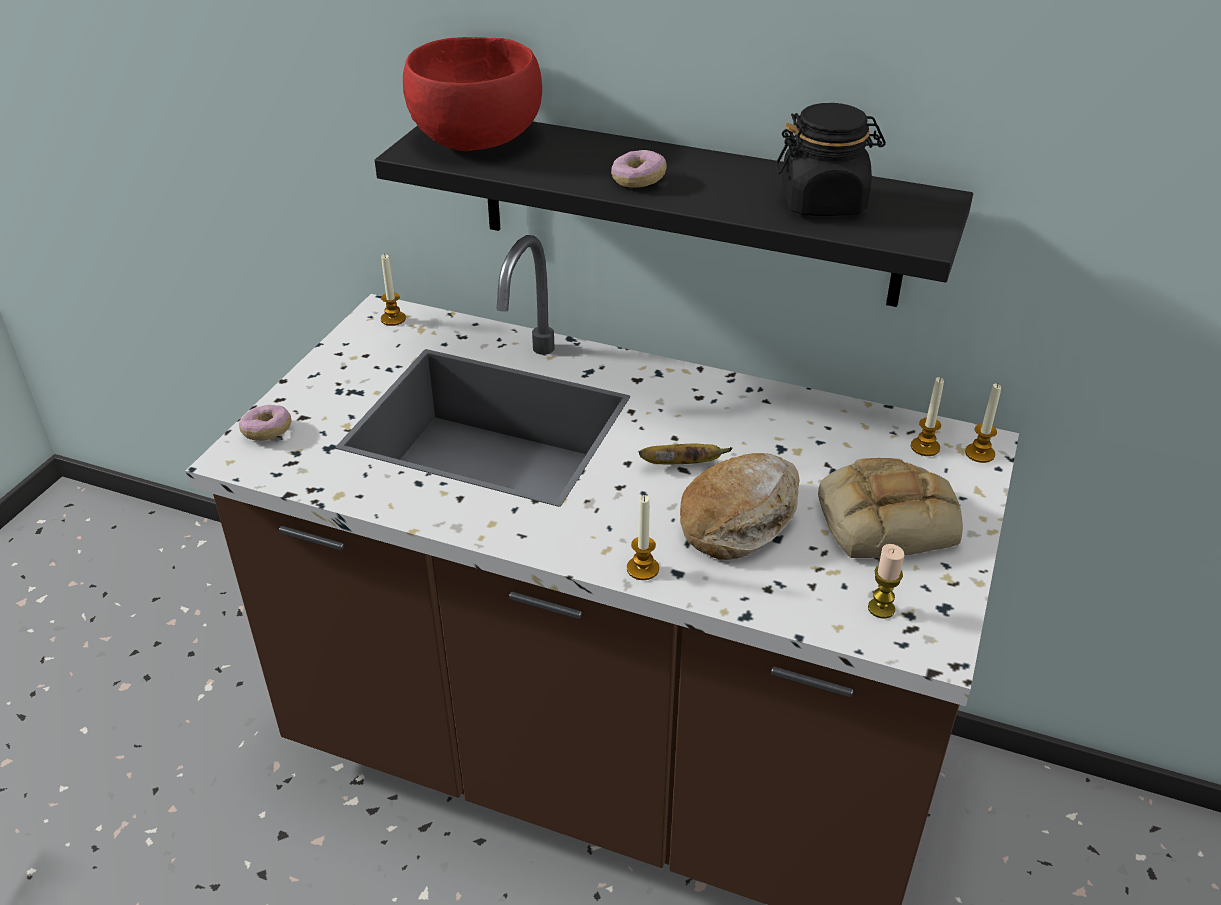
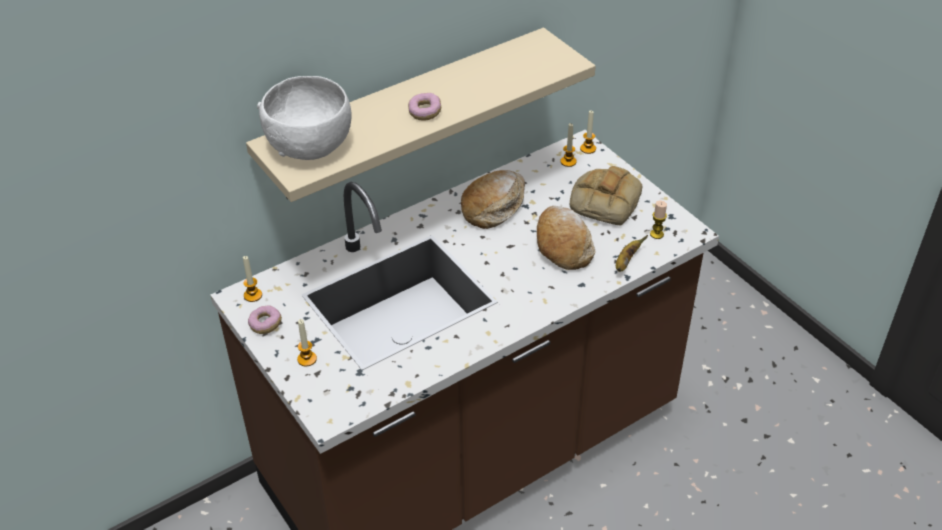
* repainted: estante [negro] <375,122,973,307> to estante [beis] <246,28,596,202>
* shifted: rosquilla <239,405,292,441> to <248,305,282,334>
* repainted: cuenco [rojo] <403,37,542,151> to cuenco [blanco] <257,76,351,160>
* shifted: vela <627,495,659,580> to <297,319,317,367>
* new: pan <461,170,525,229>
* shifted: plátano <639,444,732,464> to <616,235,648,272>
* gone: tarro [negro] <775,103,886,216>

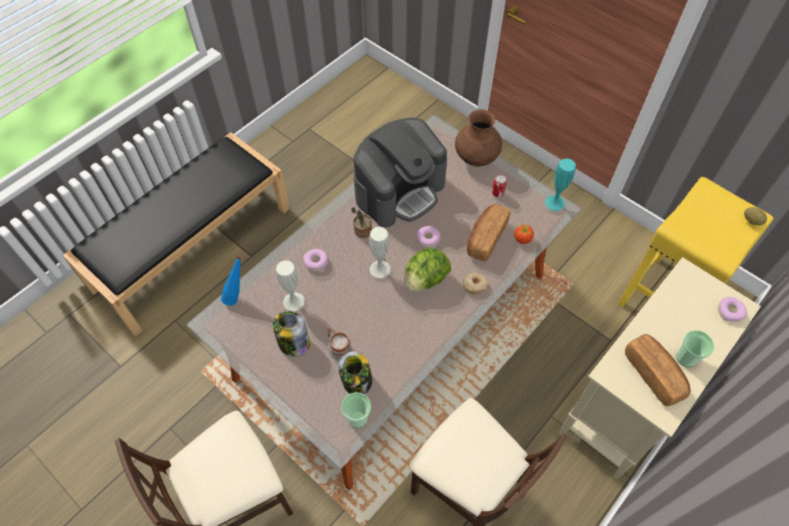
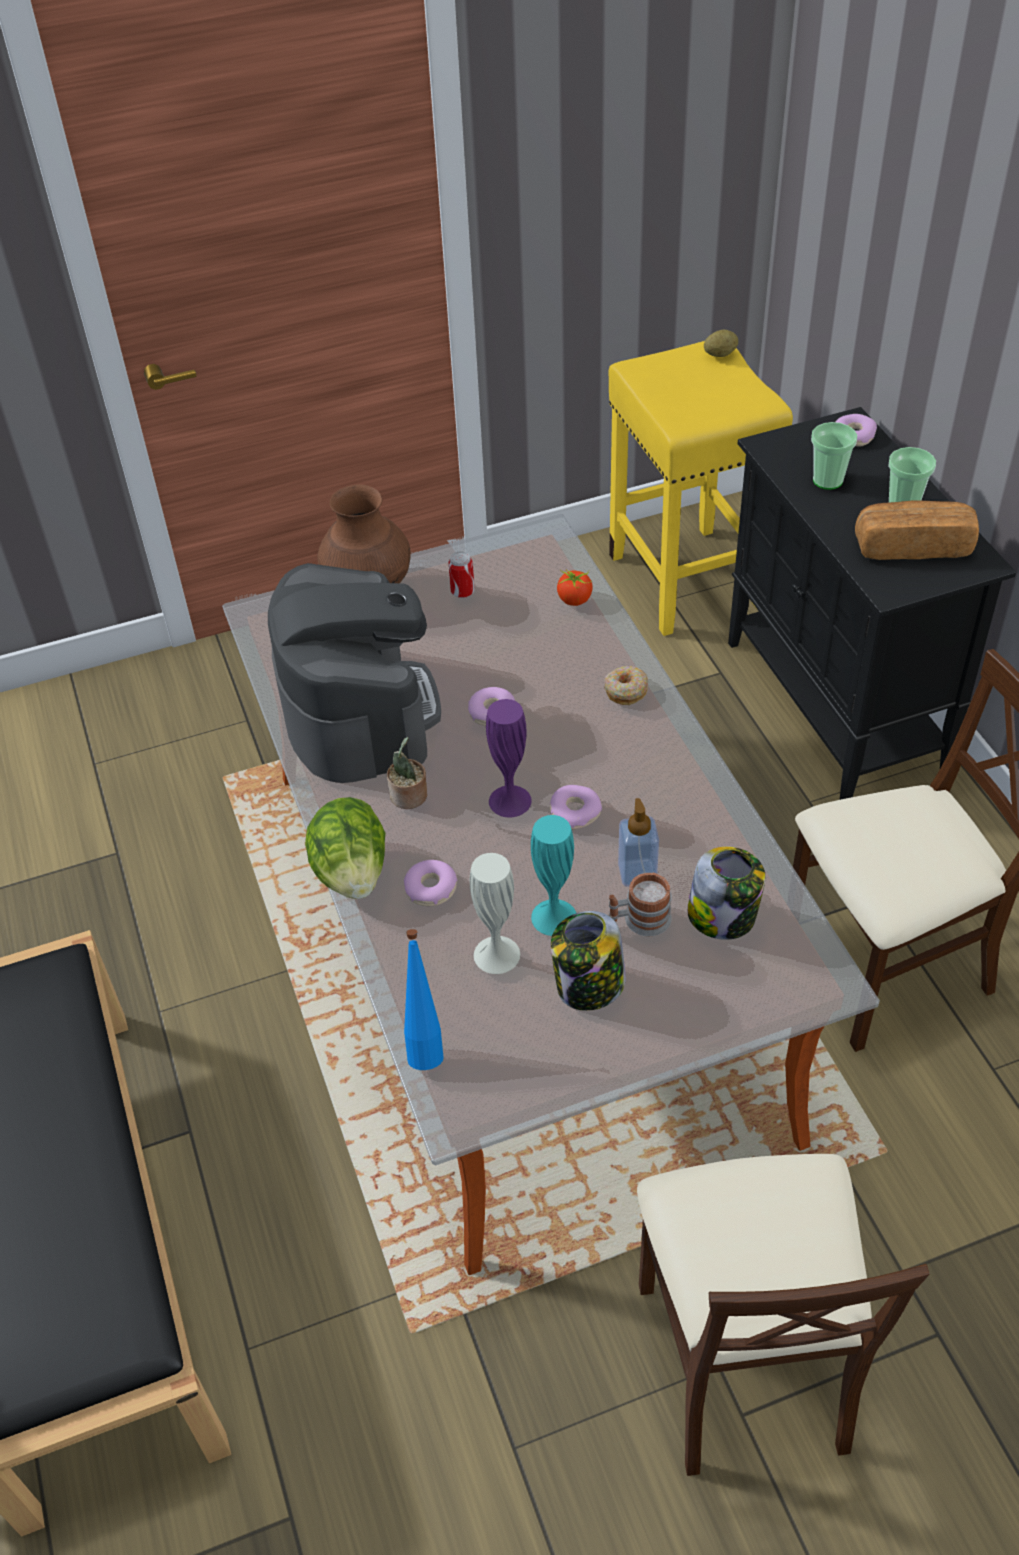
* shifted: lechuga <405,248,451,292> to <305,797,385,899>
* repainted: florero [blanco] <369,227,391,278> to florero [morado] <486,699,532,818>
* shifted: florero [turquesa] <545,159,576,211> to <531,815,576,936>
* new: rosquilla <550,785,602,830>
* new: dispensador de jabón <618,798,659,887>
* repainted: armario [beis] <558,257,761,479> to armario [negro] <728,407,1016,800>
* shifted: taza <341,392,371,428> to <811,422,857,490>
* gone: pan <467,204,510,262>

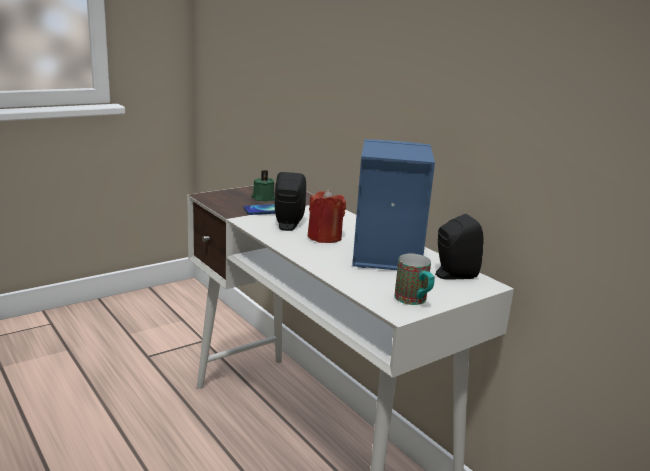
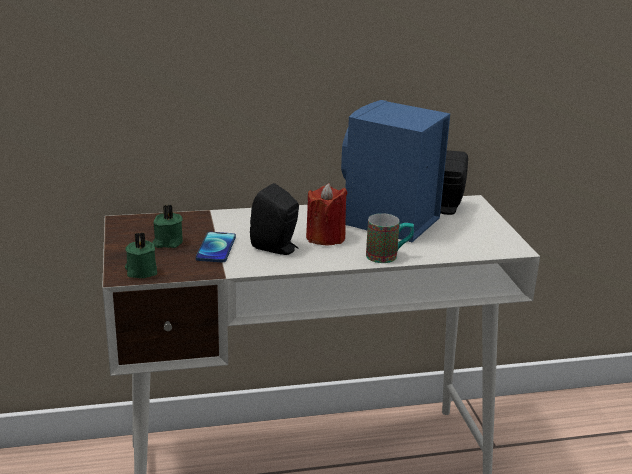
* new: vela [verde] <125,232,157,278>
* shifted: taza grande <394,254,435,305> to <366,213,414,263>

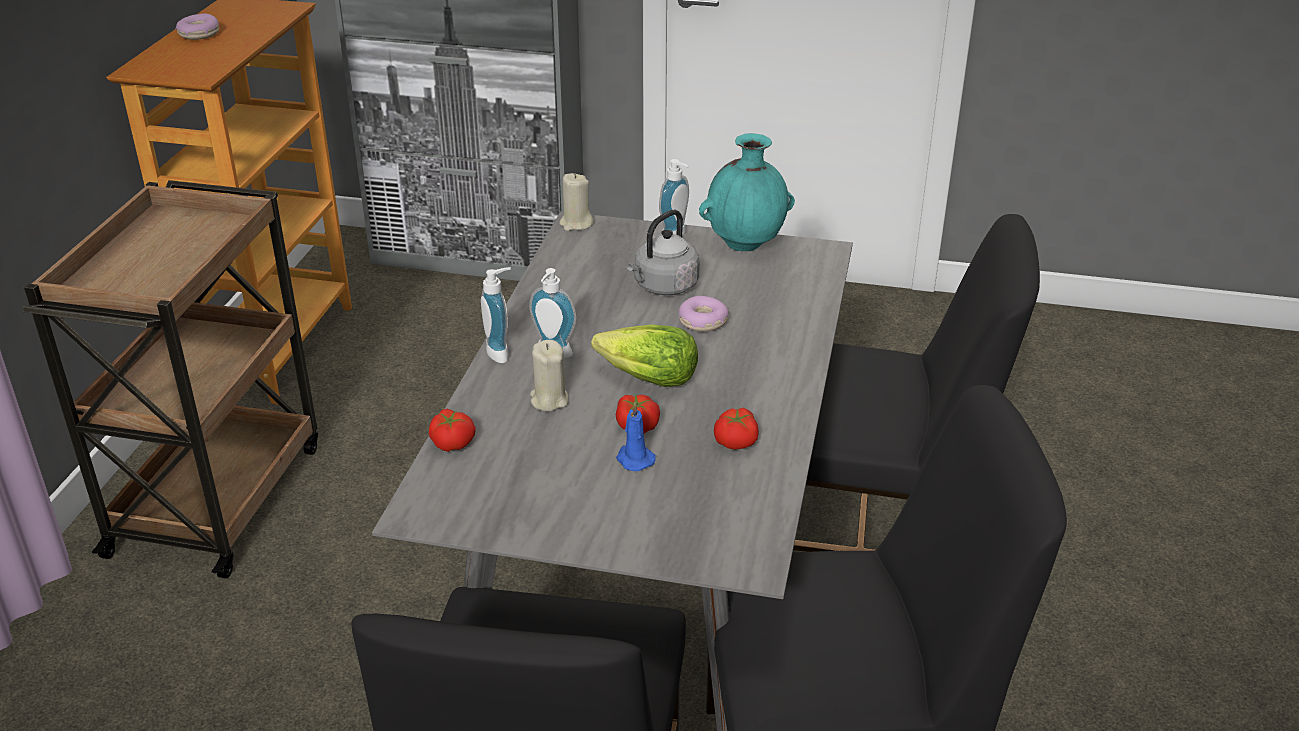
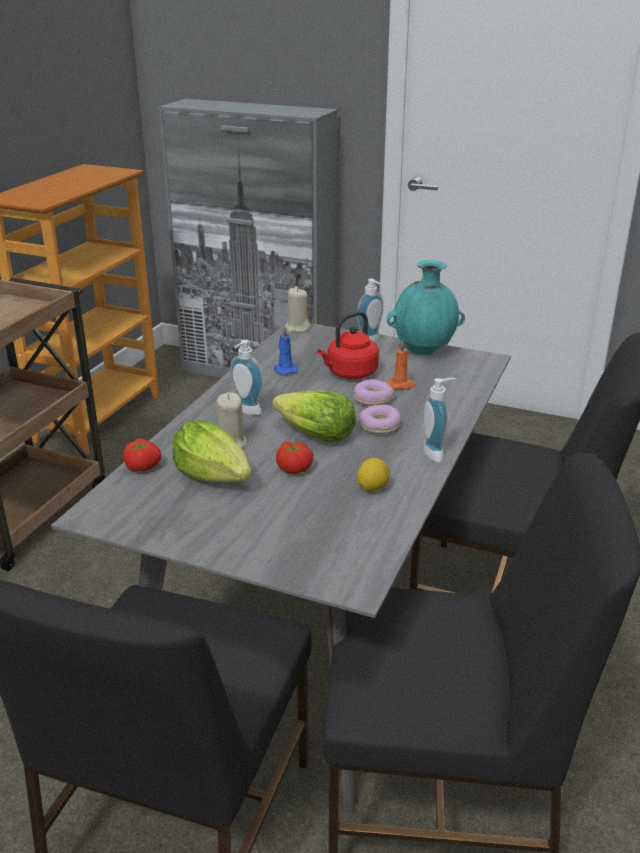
* new: lechuga <172,420,251,482>
* shifted: vela [azul] <616,402,656,471> to <274,327,299,375>
* repainted: hervidor [gris] <626,210,700,295> to hervidor [rojo] <317,311,379,379>
* swapped: tomate <714,408,759,450> to limón <357,458,390,491>
* shifted: rosquilla <176,14,219,40> to <358,405,401,434>
* new: vela [naranja] <387,341,417,389>
* shifted: dispensador de jabón <481,267,511,363> to <423,378,456,462>

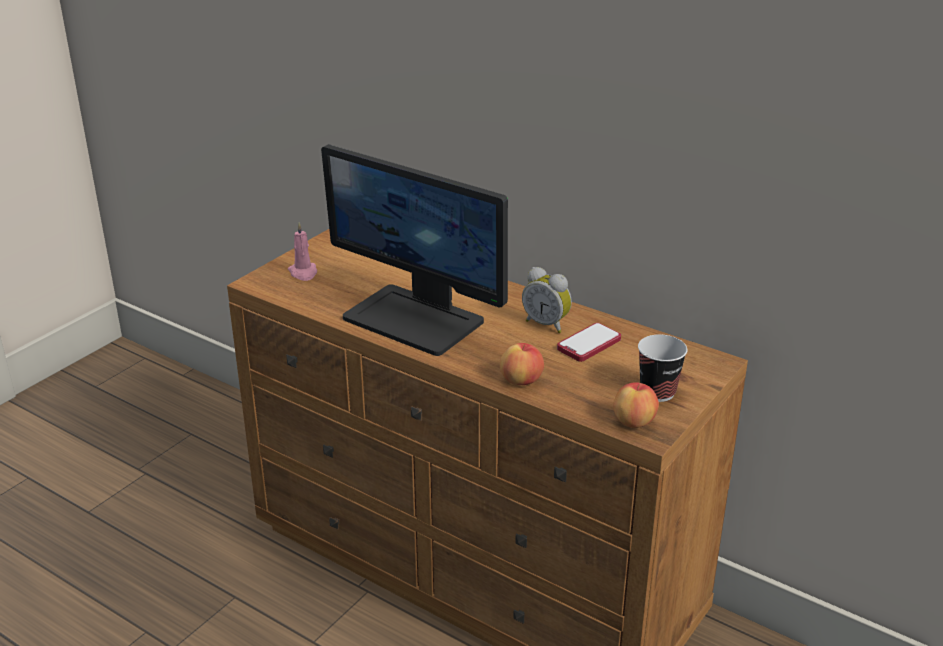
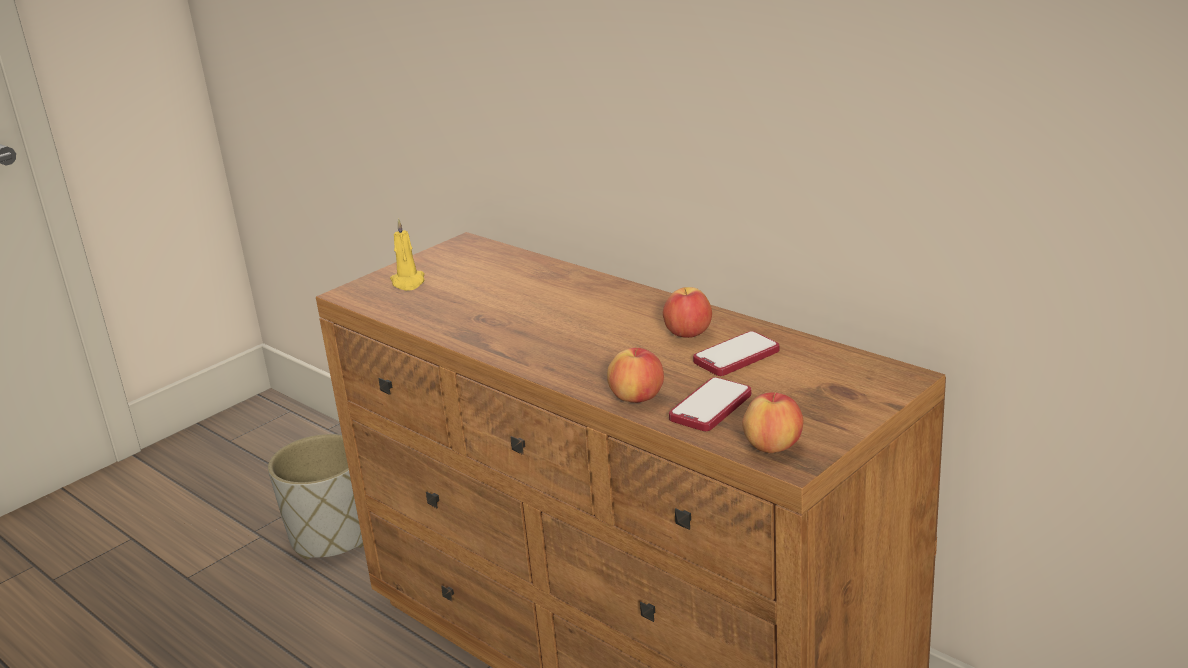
* new: maceta [gris] <268,434,363,560>
* repainted: vela [rosa] <288,223,317,281> to vela [amarillo] <390,218,425,291>
* swapped: despertador <522,267,572,333> to manzana <663,287,712,338>
* new: móvil <669,377,751,431>
* gone: monitor <321,144,508,356>
* gone: taza <638,335,687,402>

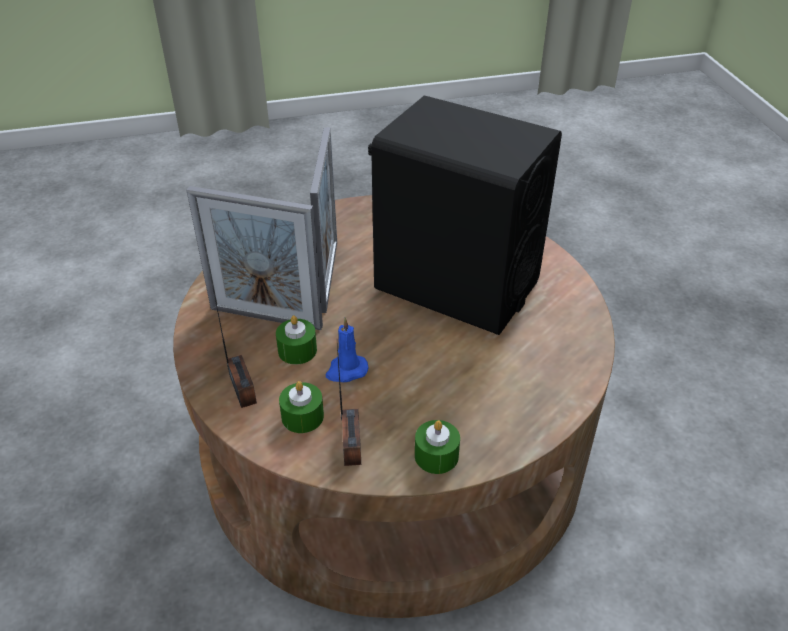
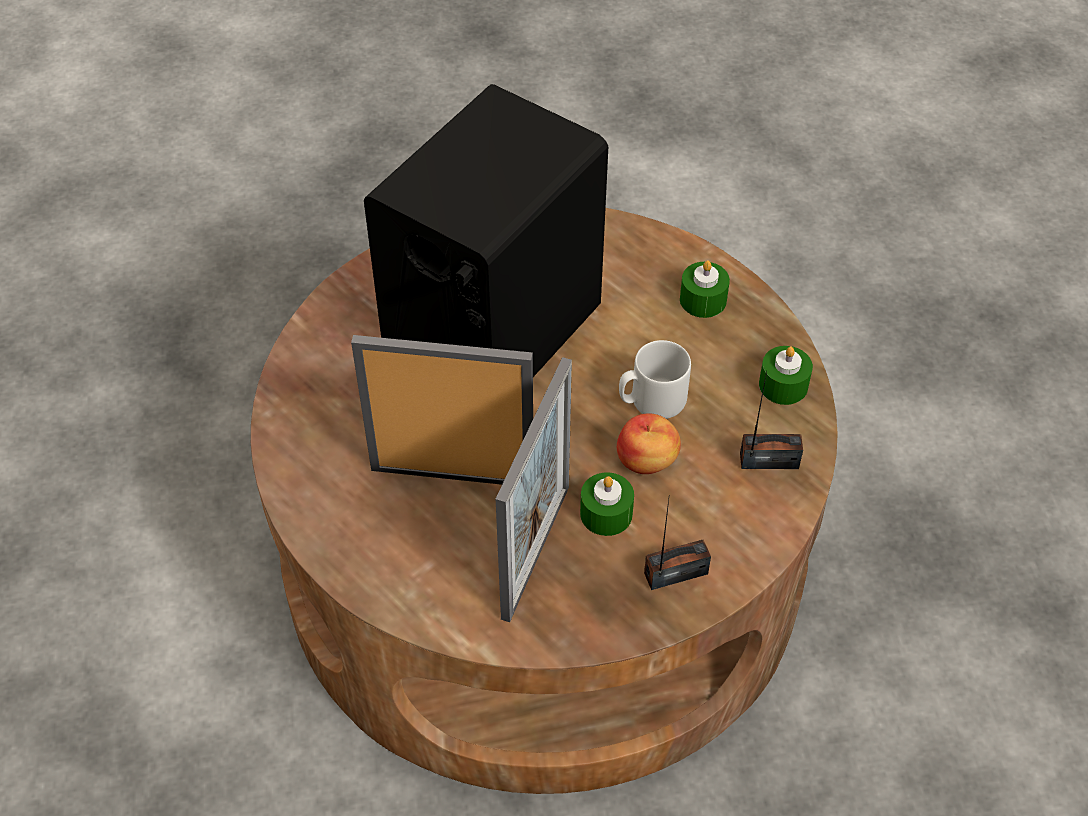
* swapped: vela [azul] <325,317,369,382> to manzana <617,414,681,474>
* new: taza grande [gris] <619,340,691,419>
* shifted: vela [verde] <279,381,324,433> to <680,260,730,318>

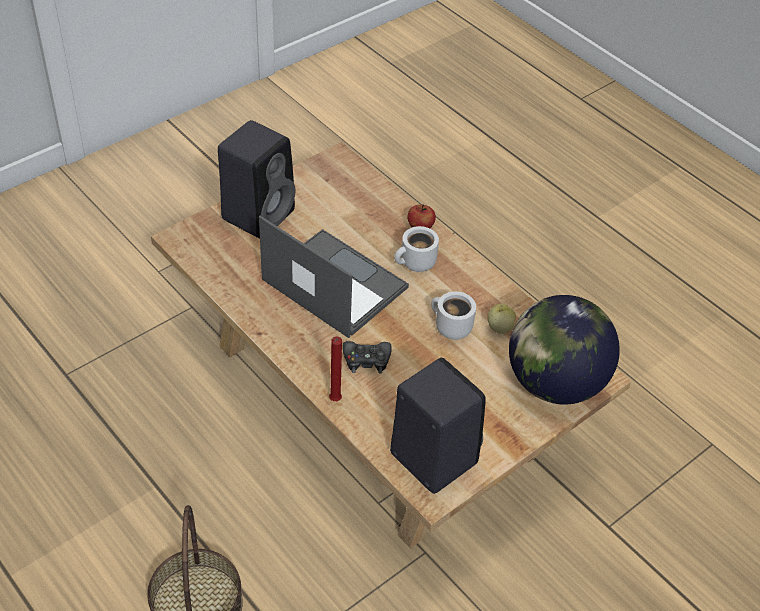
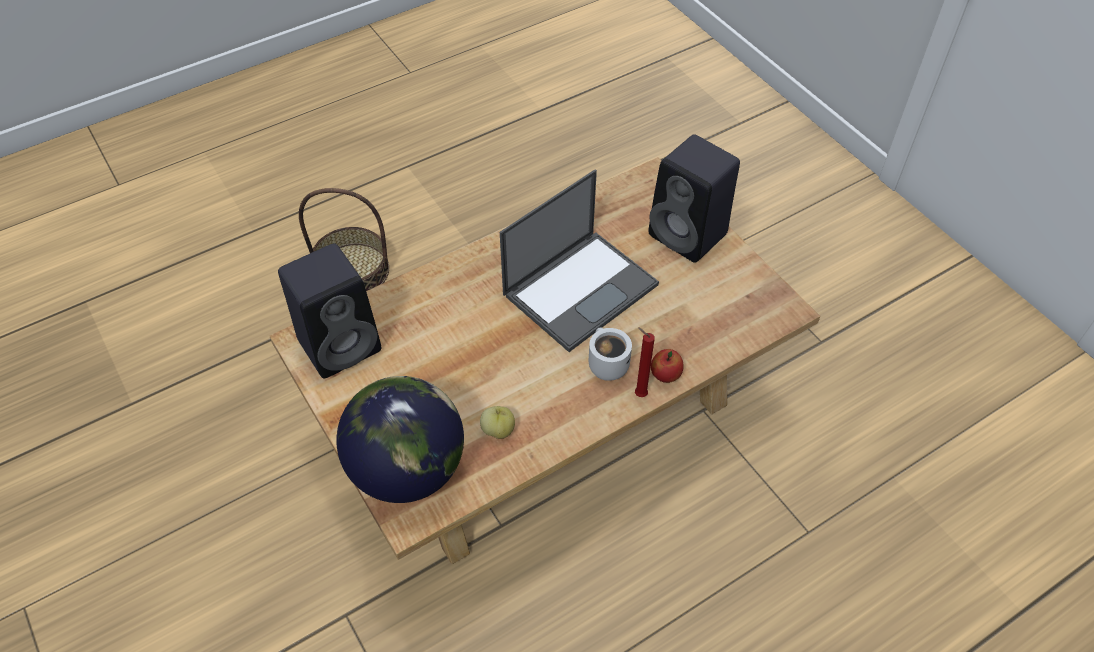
* shifted: vela [rojo] <329,337,342,401> to <635,327,655,397>
* gone: mando de consola [negro] <342,341,392,373>
* gone: taza grande [blanco] <431,291,476,340>

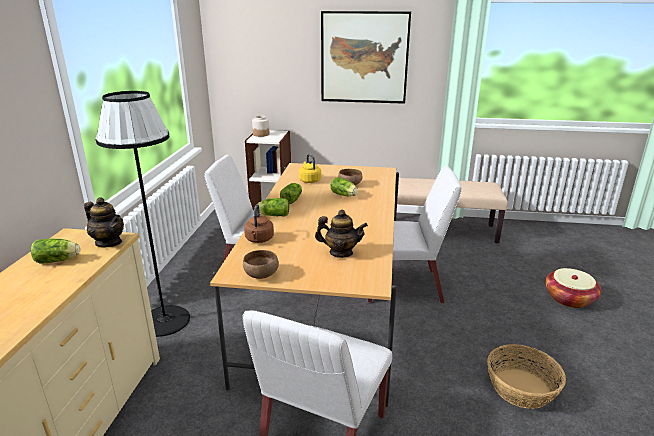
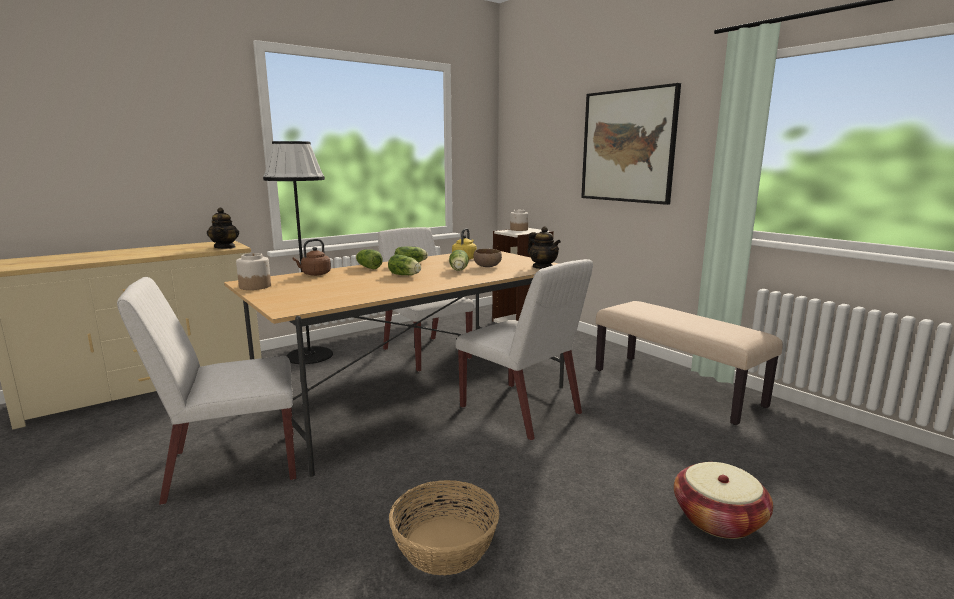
* swapped: cuenco [marrón] <243,250,279,279> to tarro <236,253,271,290>
* shifted: lechuga <31,239,80,263> to <388,254,421,275>
* shifted: tetera <315,210,368,258> to <528,226,561,269>

